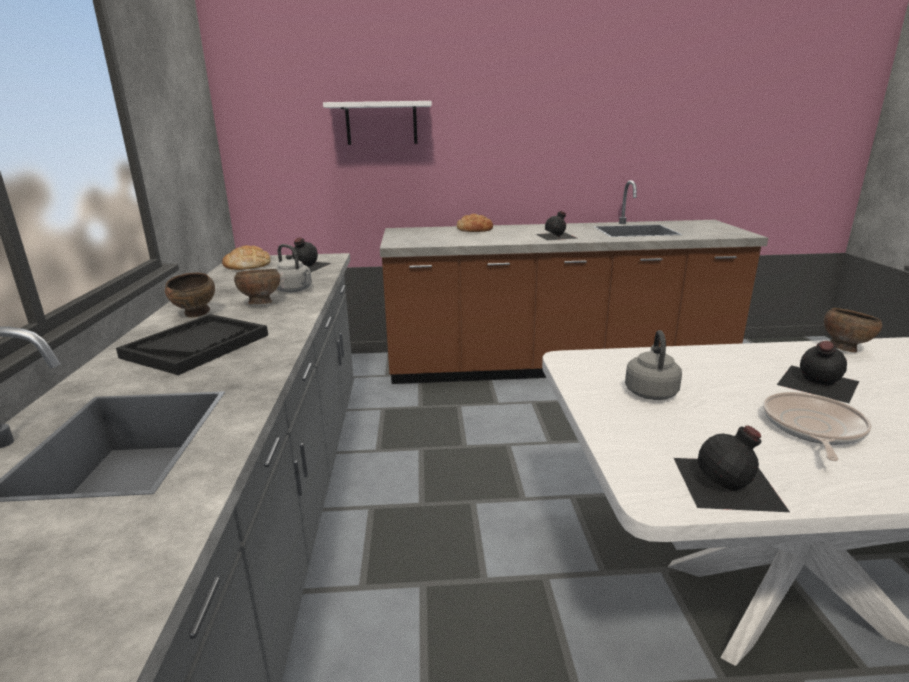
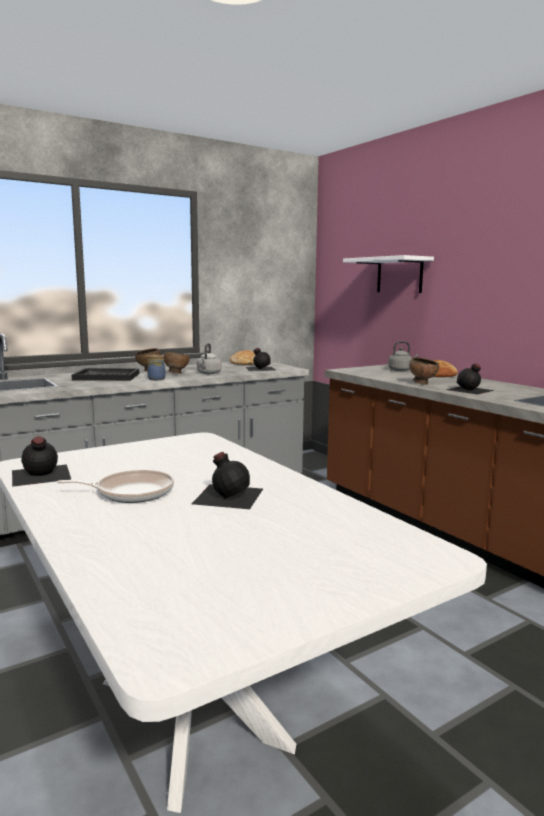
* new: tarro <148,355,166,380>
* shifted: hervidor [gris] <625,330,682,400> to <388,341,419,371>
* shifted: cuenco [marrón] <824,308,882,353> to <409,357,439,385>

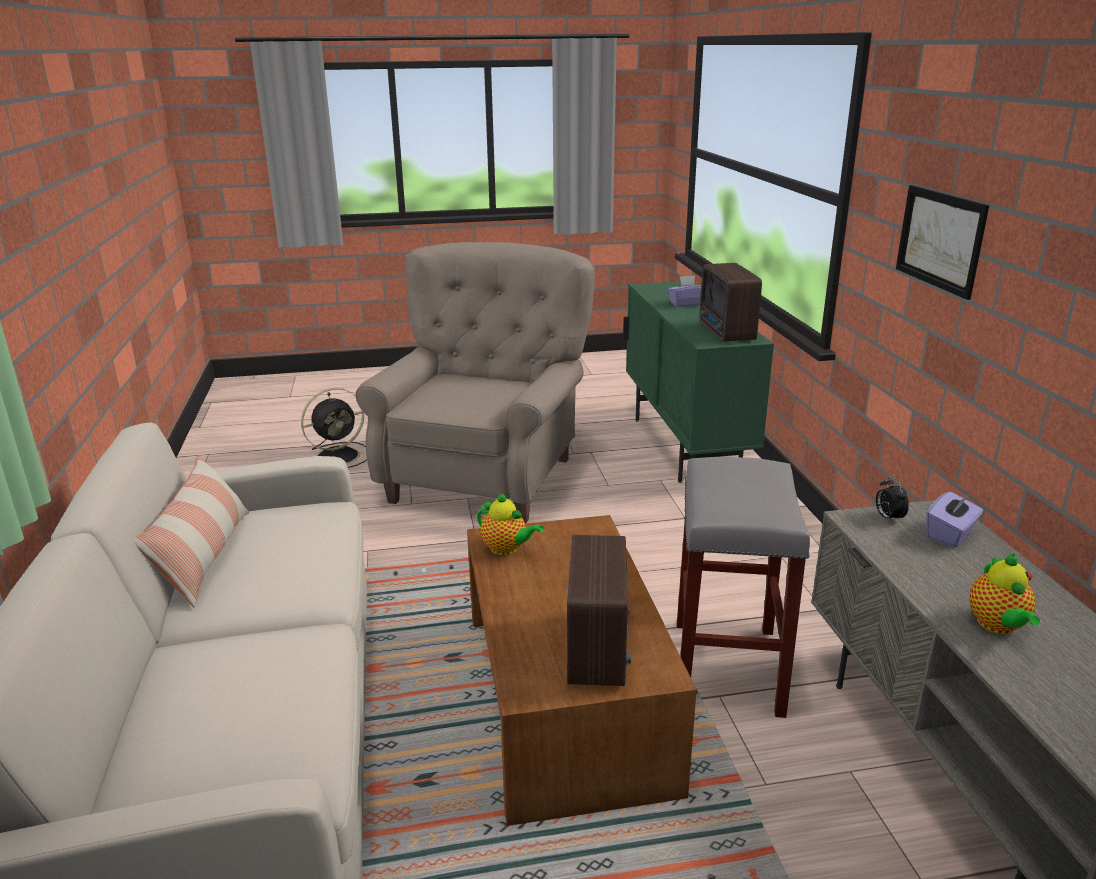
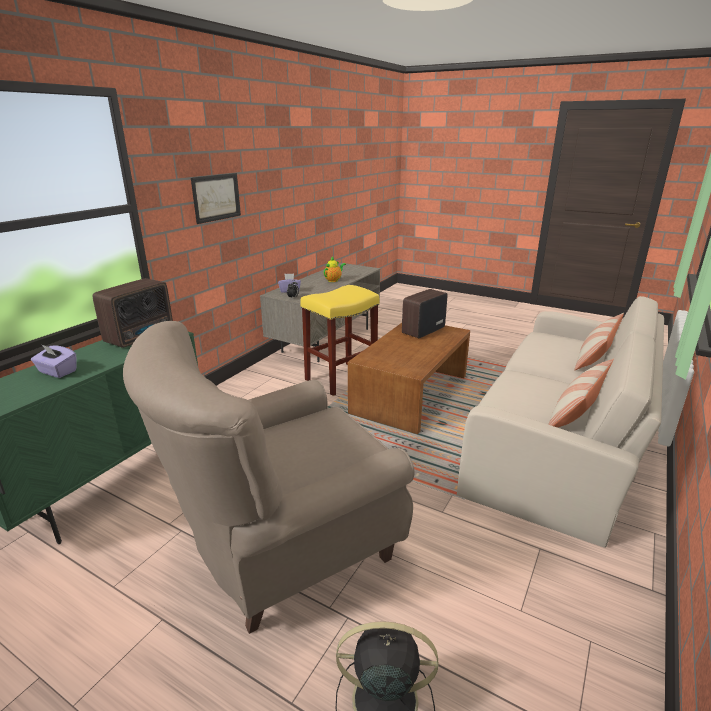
* repainted: taburete [gris] <677,457,810,718> to taburete [amarillo] <300,285,380,396>
* new: cojín <574,313,624,371>
* gone: tetera <477,493,544,555>

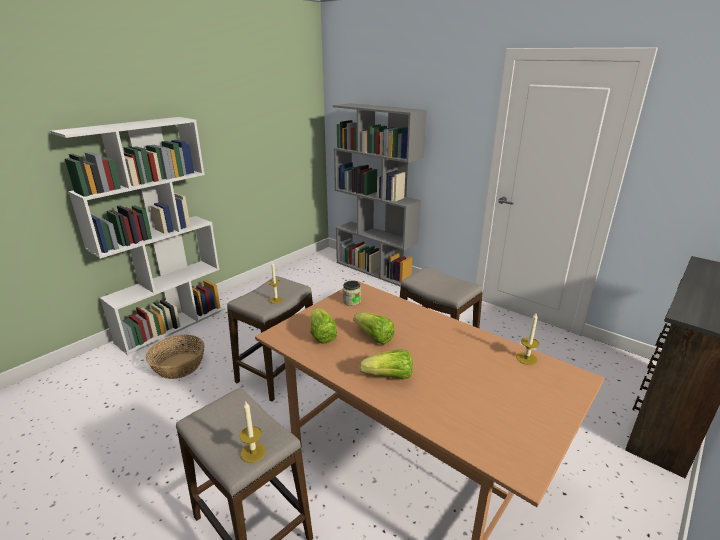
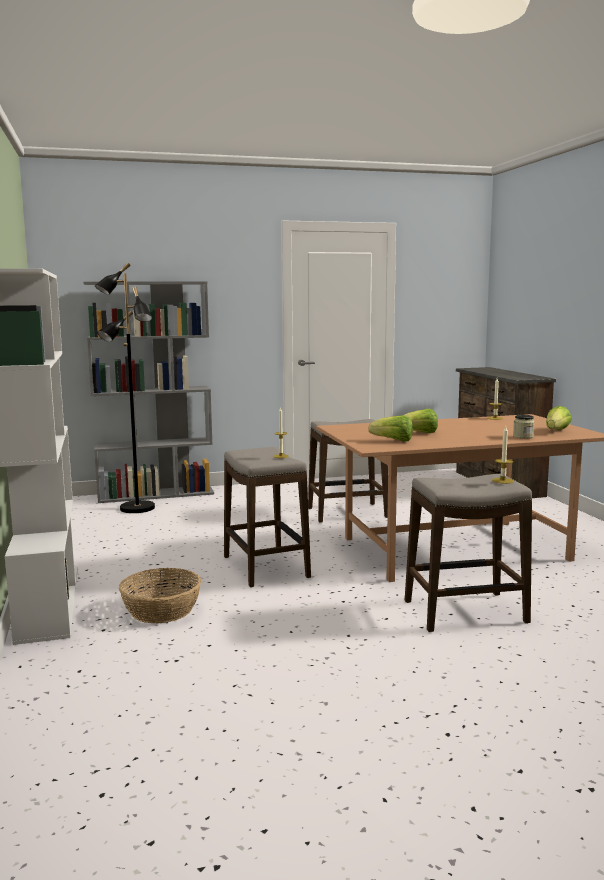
* new: lámpara de pie [negro] <95,262,155,513>
* shifted: tarro <342,281,361,306> to <513,415,535,439>
* shifted: lechuga <359,349,413,380> to <546,406,572,430>

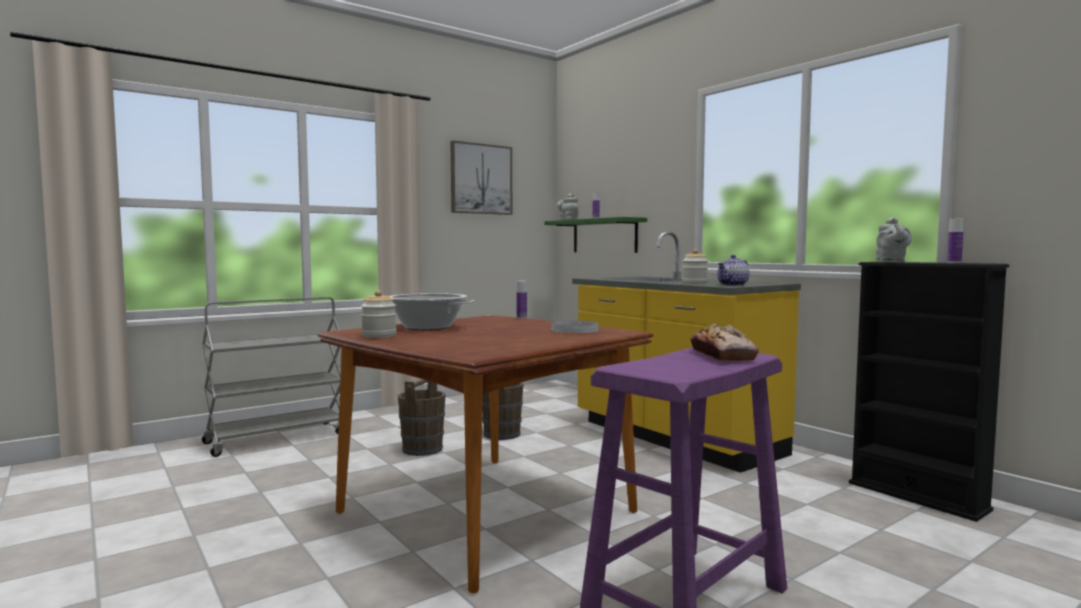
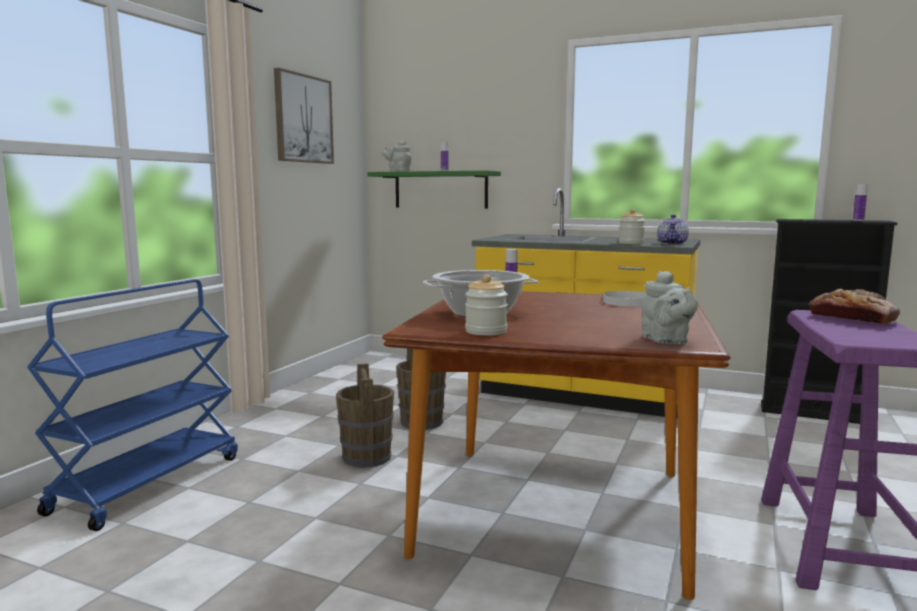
* repainted: carrito [gris] <202,297,341,457> to carrito [azul] <27,279,238,531>
* shifted: tetera [gris] <876,217,912,262> to <642,271,698,344>

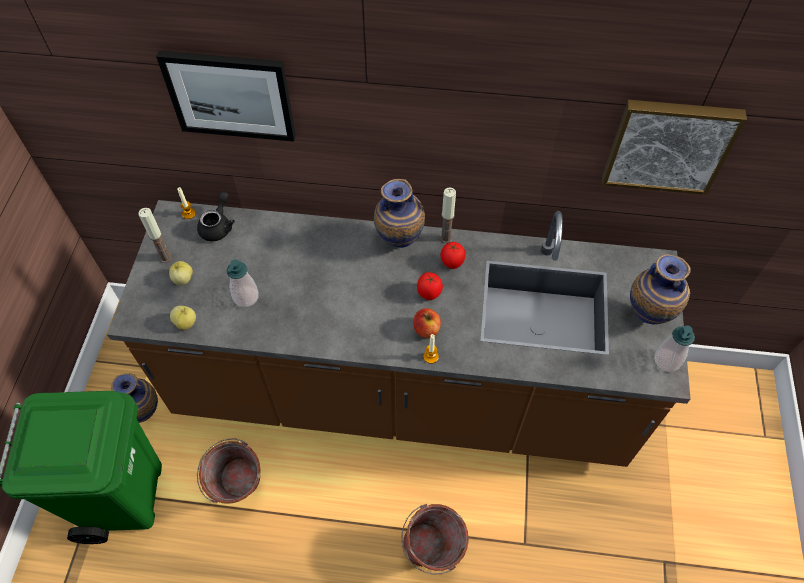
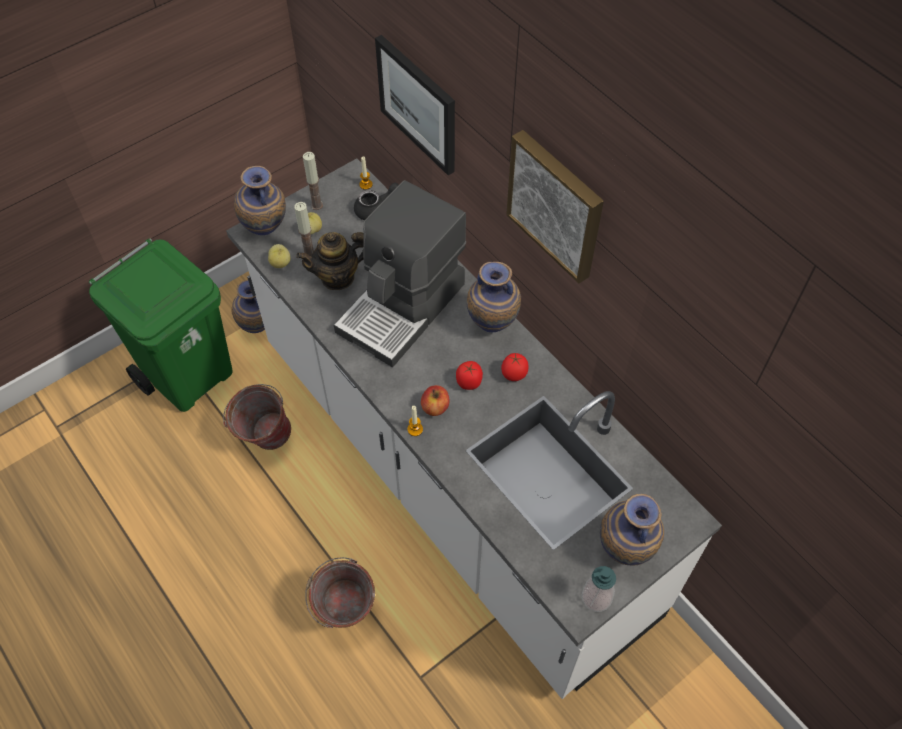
* repainted: mueble bajo de cocina [marrón] <107,200,691,467> to mueble bajo de cocina [blanco] <226,158,722,699>
* new: florero <234,166,286,235>
* shifted: vela <440,187,456,243> to <294,202,314,255>
* swapped: dispensador de jabón <227,259,259,307> to tetera <296,232,364,290>
* new: cafetera <334,180,466,367>
* shifted: cuadro <602,100,747,195> to <506,130,604,283>

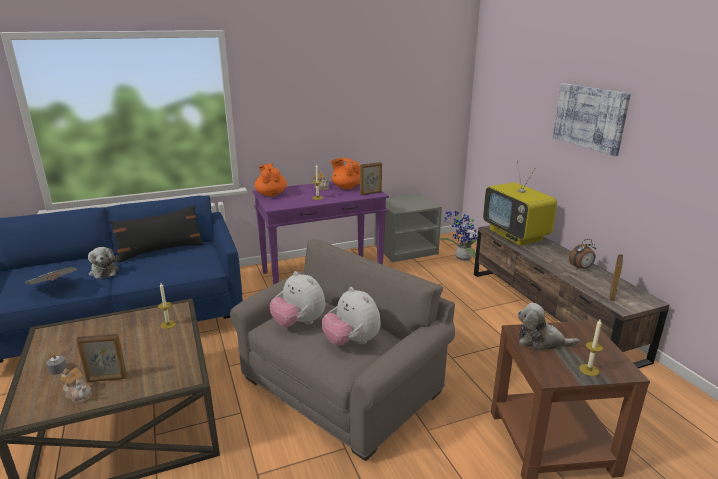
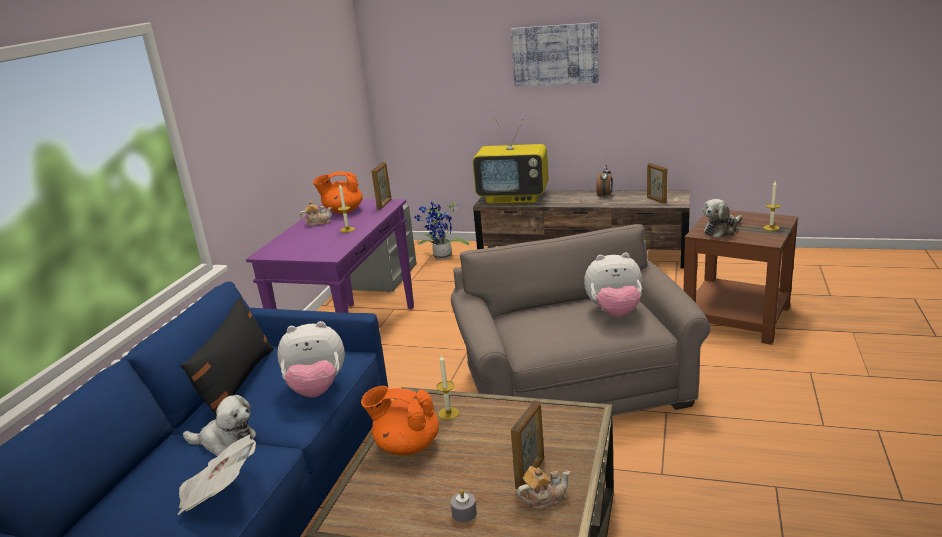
* shifted: peluche <270,271,325,327> to <277,321,345,397>
* shifted: tetera [naranja] <255,163,287,197> to <361,386,439,455>

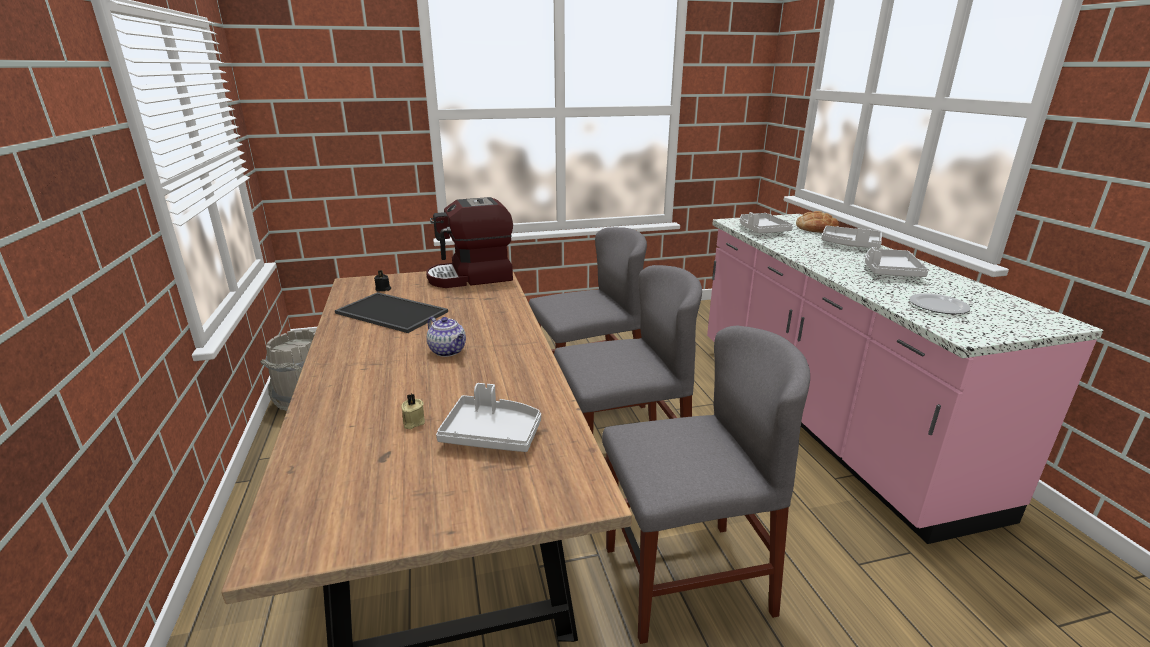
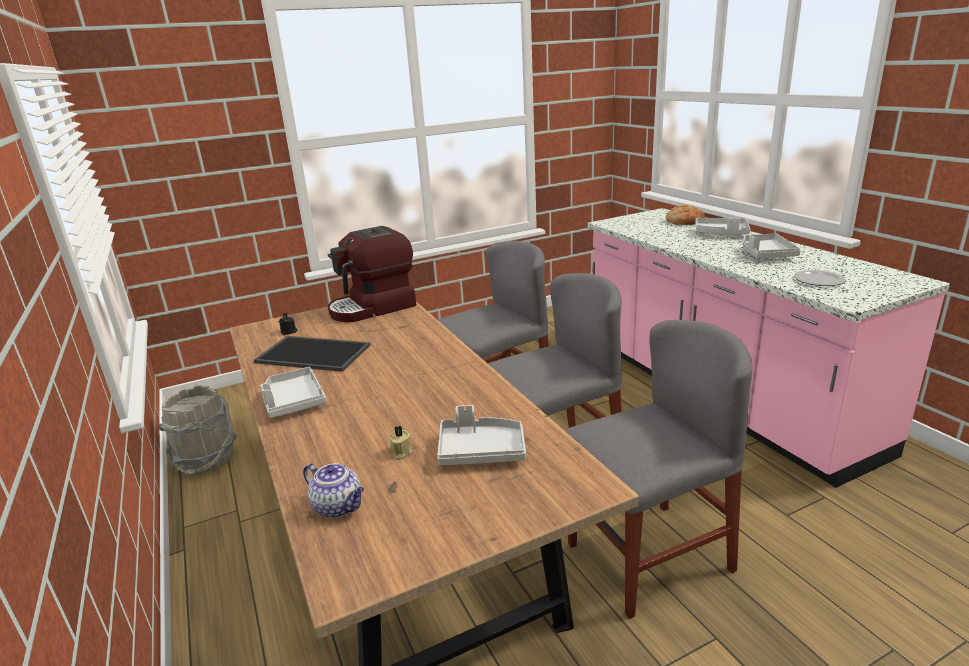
* shifted: bandeja [gris] <740,212,793,233> to <260,367,326,418>
* shifted: tetera <427,317,466,357> to <303,463,364,518>

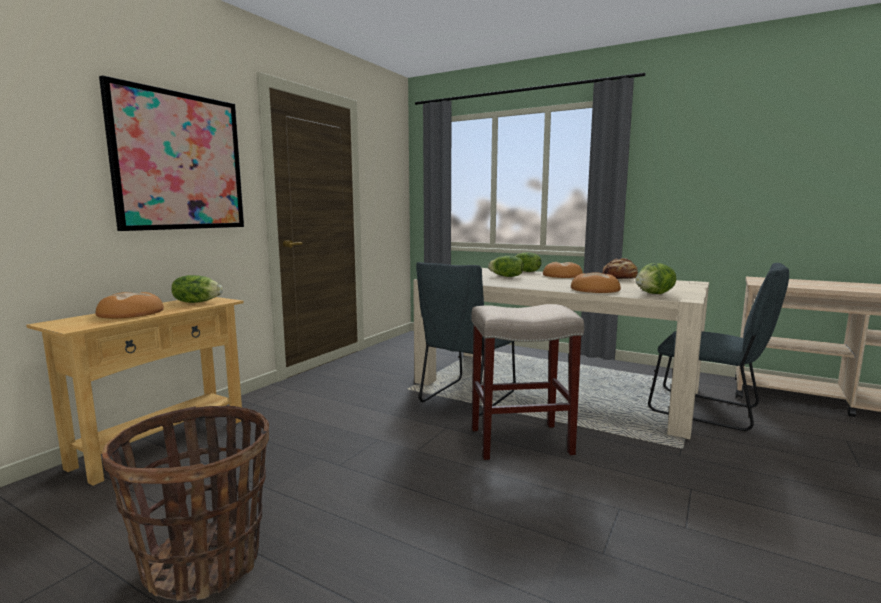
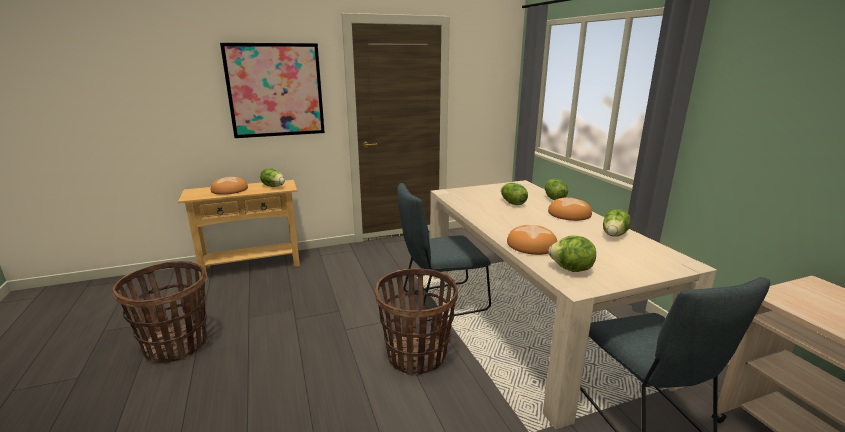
* swapped: taburete [beis] <471,304,584,460> to cesta <375,269,458,376>
* swapped: pan <602,258,638,279> to lechuga <603,209,631,237>

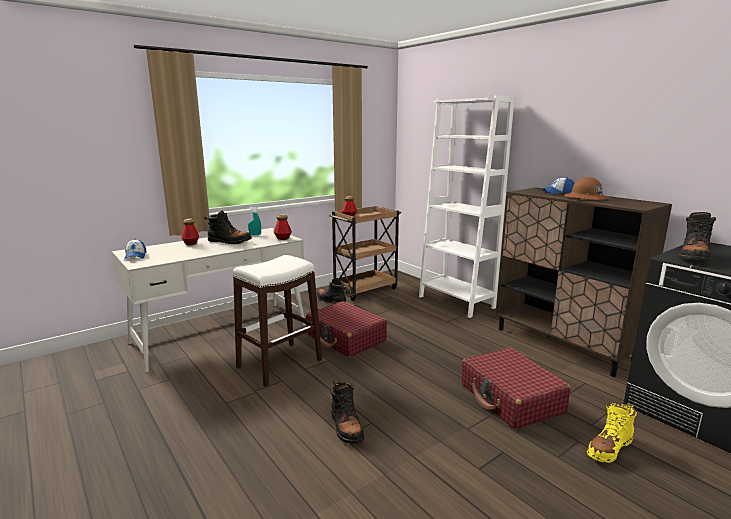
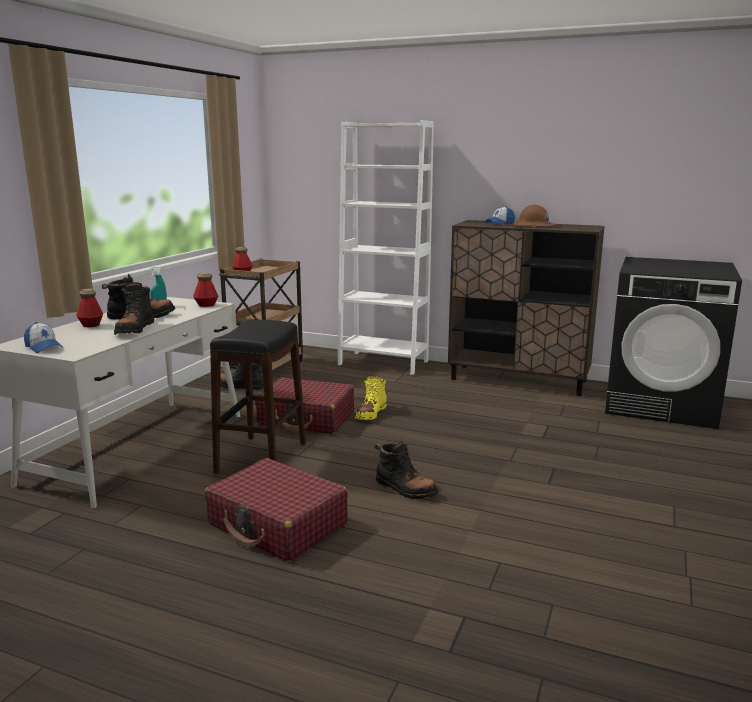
* shifted: bota [negro] <679,212,716,262> to <114,282,154,335>
* shifted: maleta [rojo] <462,347,571,430> to <205,458,348,562>
* repainted: taburete [blanco] <233,255,322,387> to taburete [negro] <210,320,306,474>
* shifted: bota [amarillo] <587,403,637,463> to <355,376,387,420>

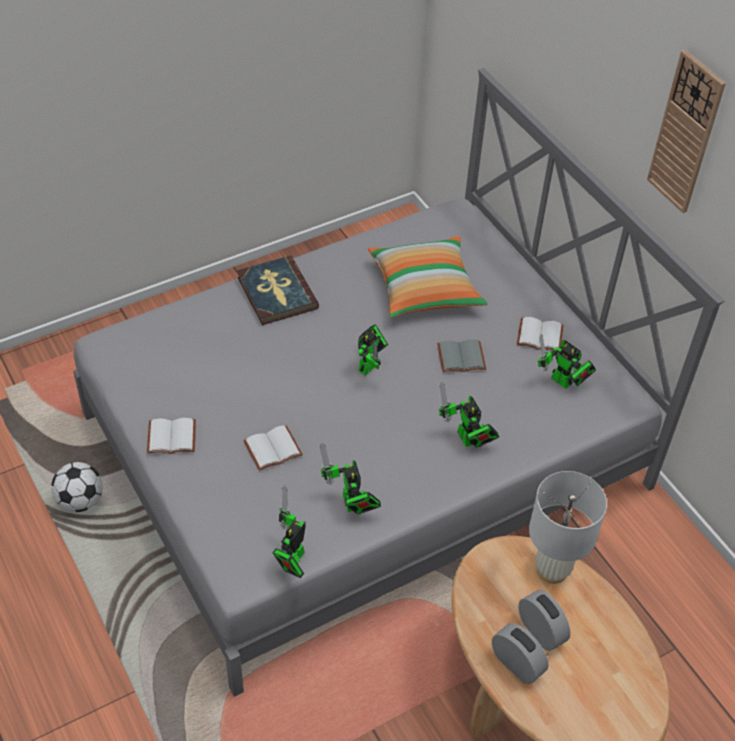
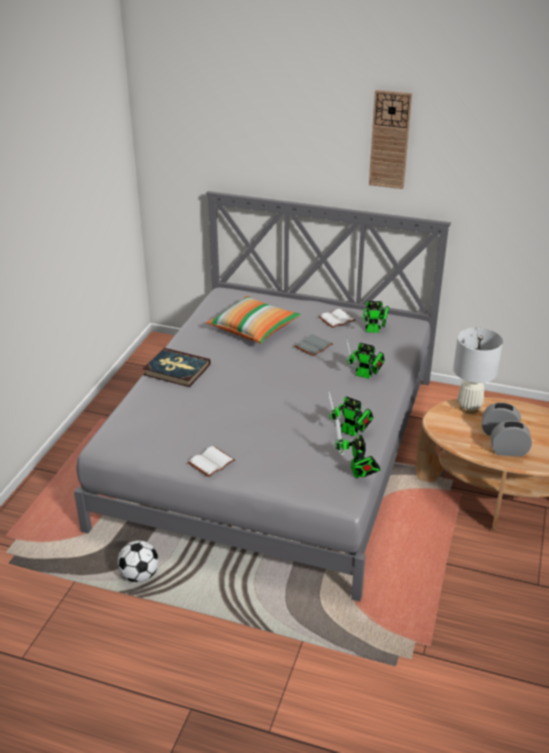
* gone: libro [blanco] <243,425,303,471>
* gone: robot de juguete <358,324,388,375>

